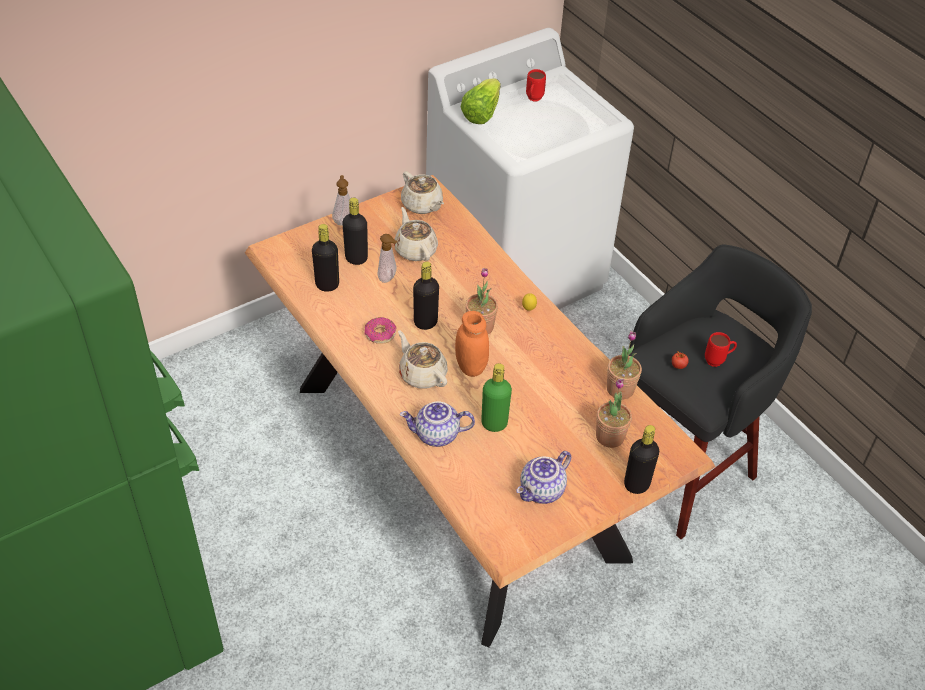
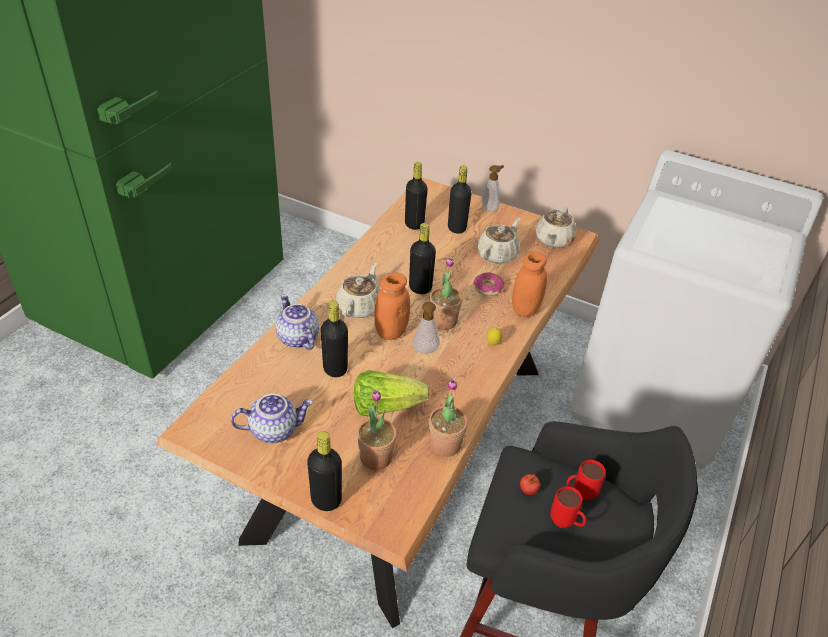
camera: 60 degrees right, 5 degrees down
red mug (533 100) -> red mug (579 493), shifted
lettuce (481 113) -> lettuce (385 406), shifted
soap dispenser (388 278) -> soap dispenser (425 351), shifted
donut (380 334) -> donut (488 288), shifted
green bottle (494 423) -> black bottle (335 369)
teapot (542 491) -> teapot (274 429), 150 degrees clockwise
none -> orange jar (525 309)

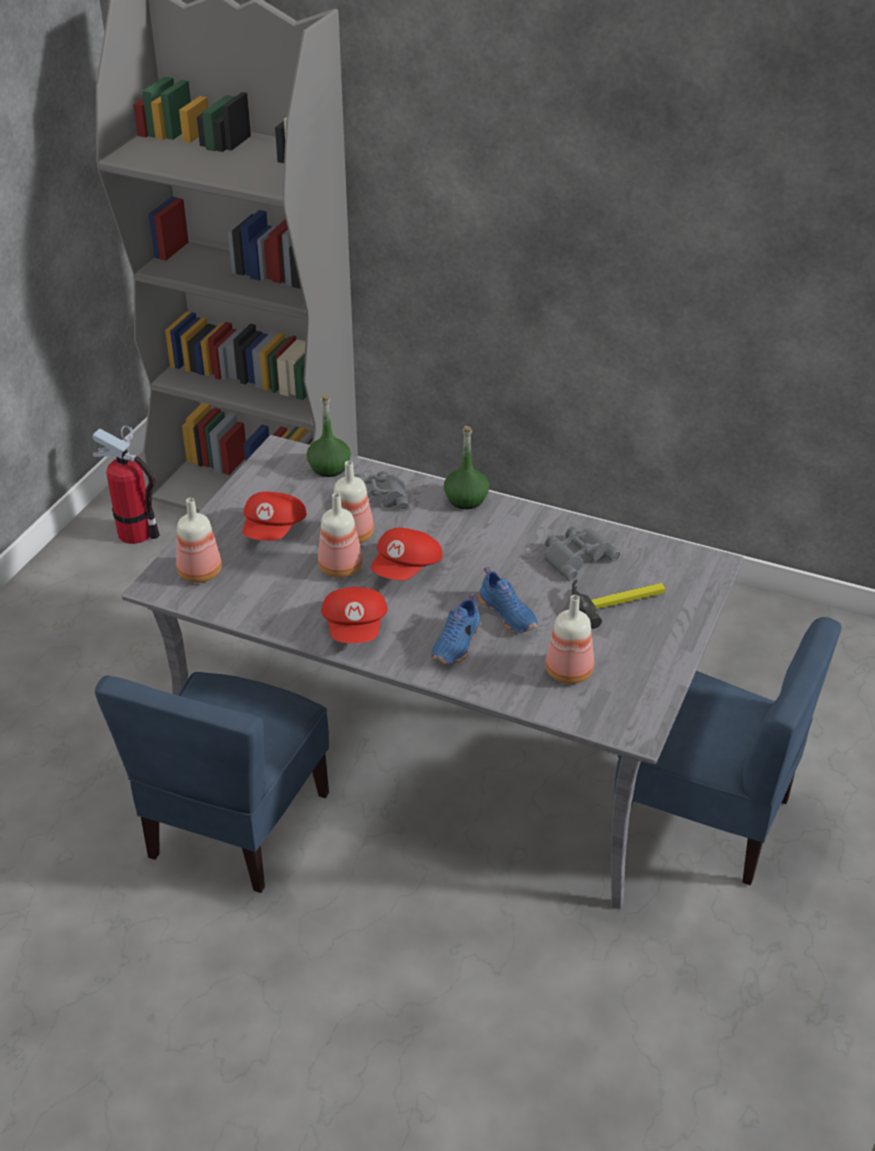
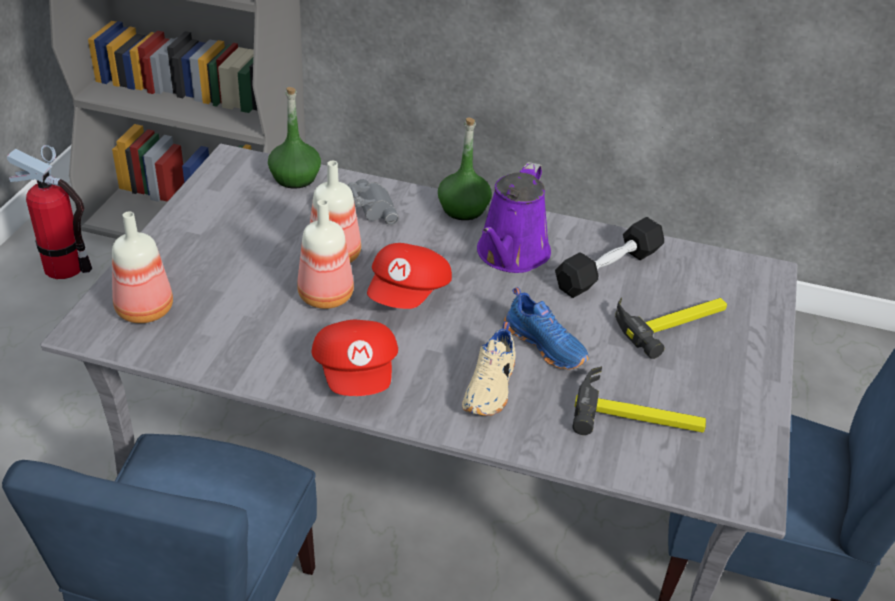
camera: 10 degrees left, 0 degrees up
red cap (275 530) -> none
grey binoculars (576 555) -> black dumbbell (608 269)
blue shoe (457 644) -> beige shoe (491 388)
bottle (568 670) -> hammer (638 415)
none -> purple watering can (511 255)

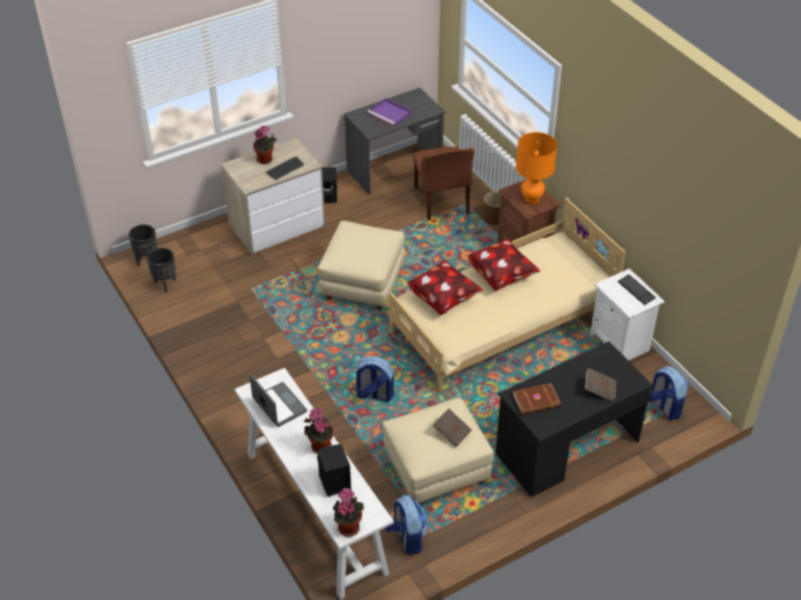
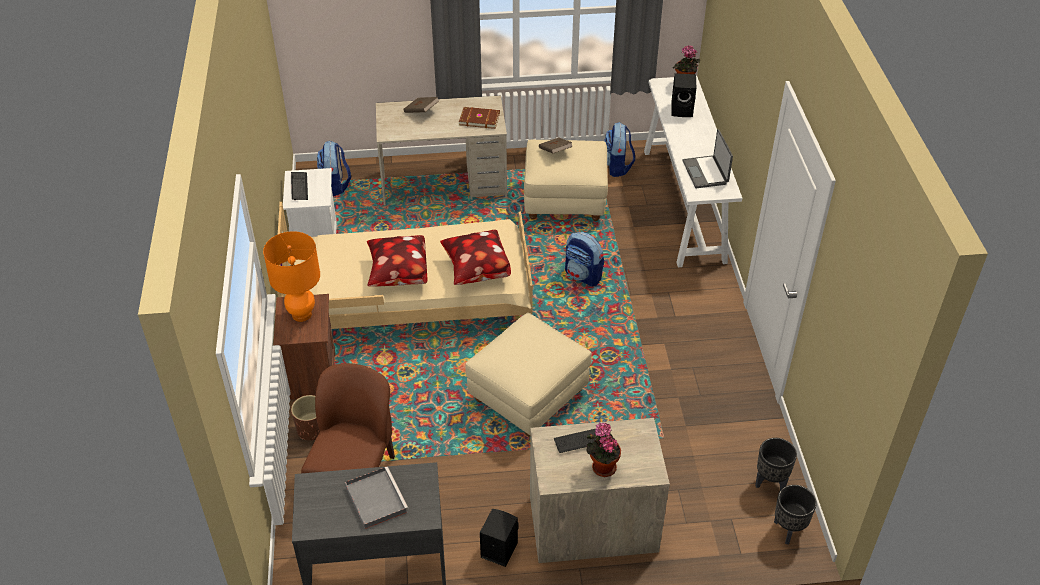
camera: 155 degrees left, 0 degrees up
purple tray (390 114) -> grey tray (375 498)
black desk (567 448) -> beige desk (444 183)
potted plant (319 446) -> none

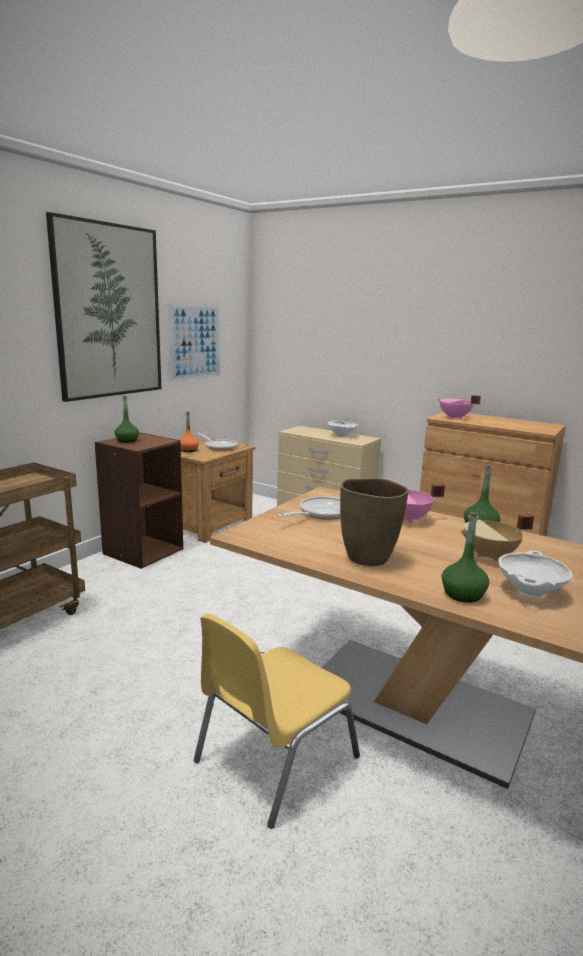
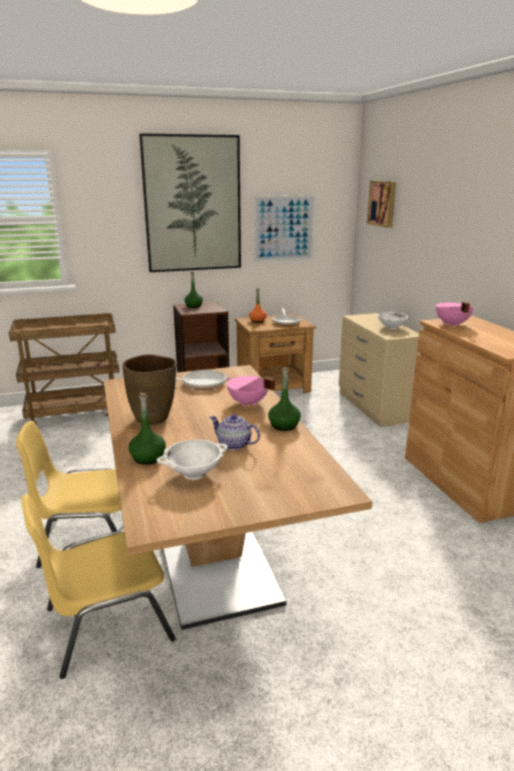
camera: 40 degrees right, 5 degrees up
beige cooking pot (490 556) -> teapot (234 445)
none -> picture (383 203)
none -> yellow chair (106 623)

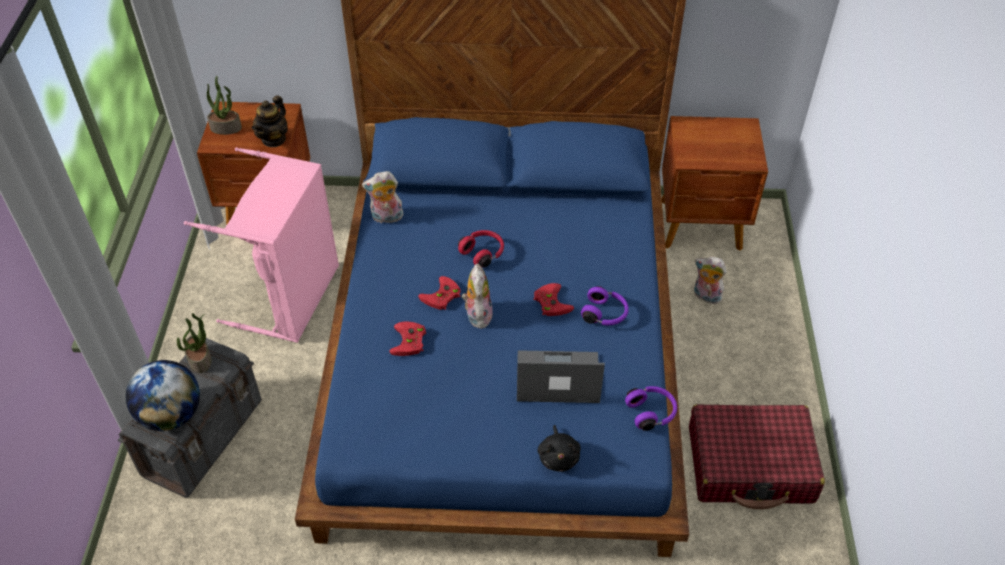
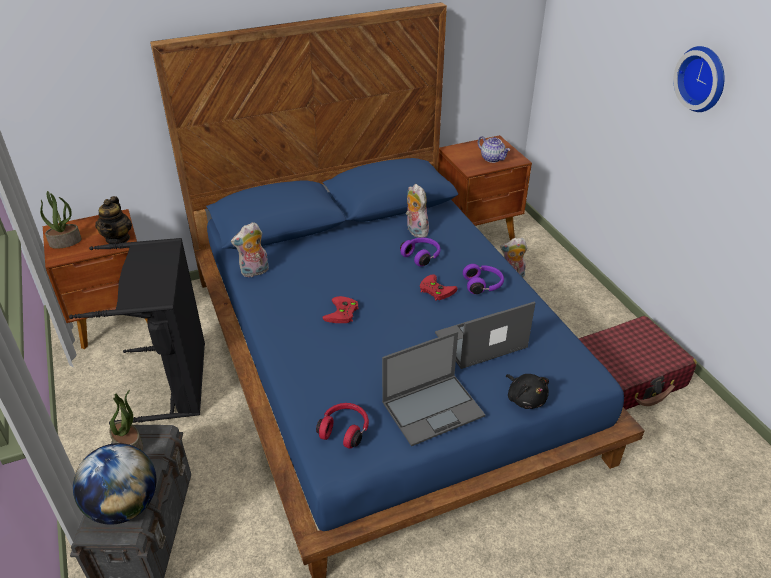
camera: 25 degrees left, 10 degrees down
pink laundry basket (292 297) -> black laundry basket (174 381)
red headphones (483 253) -> red headphones (345 430), shifted
plush toy (477 314) -> plush toy (415 231), shifted
red game controller (409 342) -> none
purple headphones (651 412) -> purple headphones (421 256), shifted
none -> wall clock (703 78)
none -> teapot (492 158)
none -> laptop (434 408)

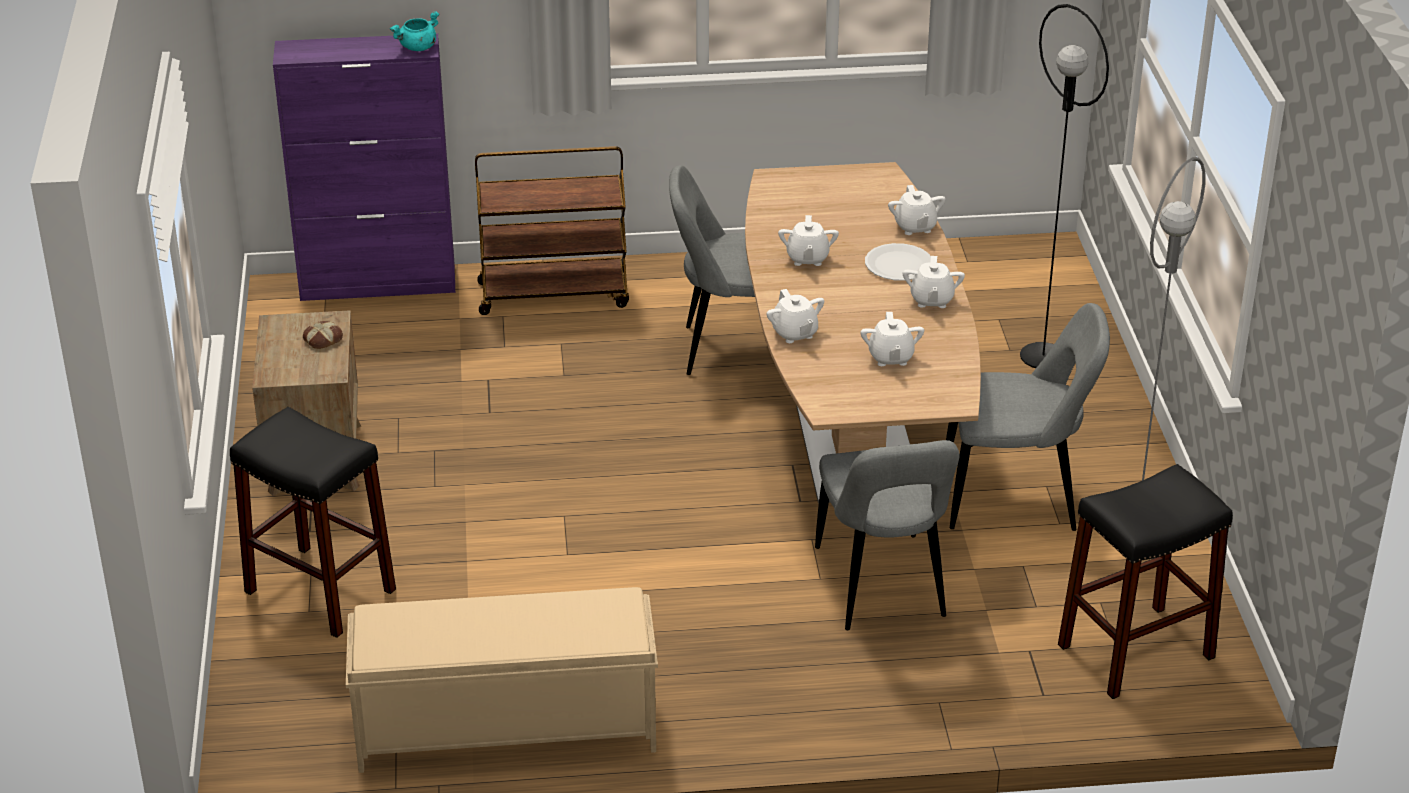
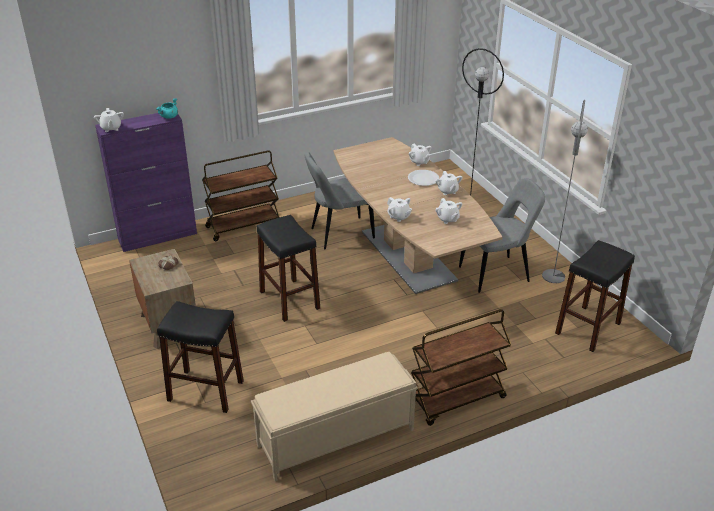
camera: 20 degrees left, 0 degrees up
white teapot (807 258) -> white teapot (111 128), shifted
grey chair (882 587) -> none
none -> black stool (289 299)
none -> brown cart (457 400)

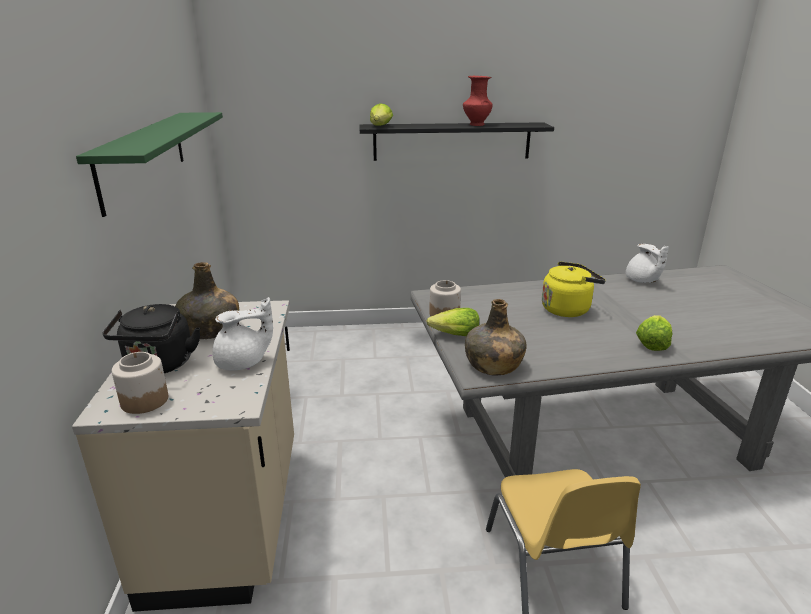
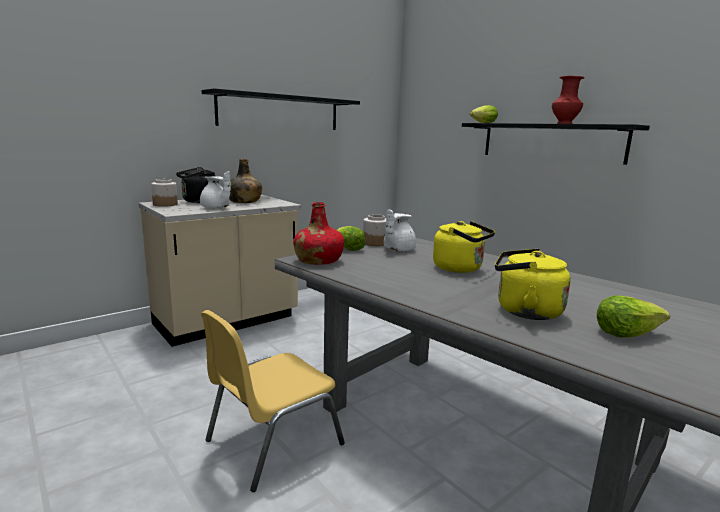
camera: 55 degrees right, 10 degrees down
green shelf (144 157) -> black shelf (280 112)
white teapot (642 281) -> white teapot (397 250), shifted
green bottle (493 365) -> red bottle (318 260)
lettuce (652 343) -> lettuce (626 333), shifted
none -> yellow kettle (524 311)

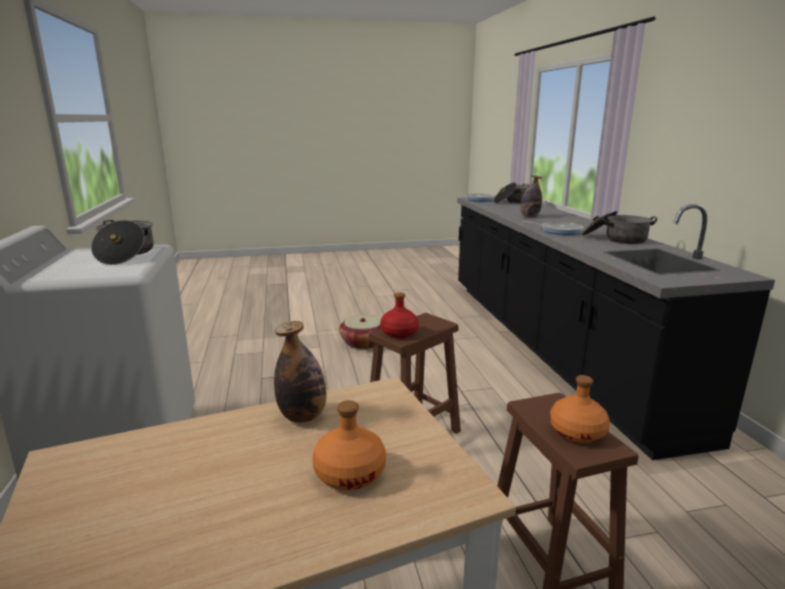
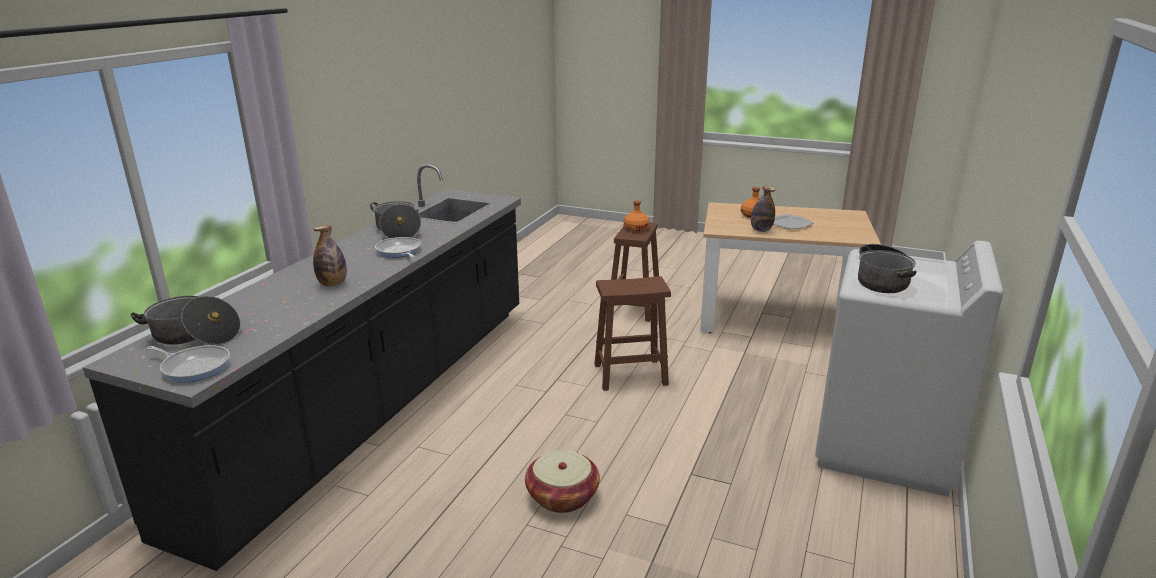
camera: 145 degrees left, 5 degrees up
red bottle (399 332) -> none
none -> plate (790 224)

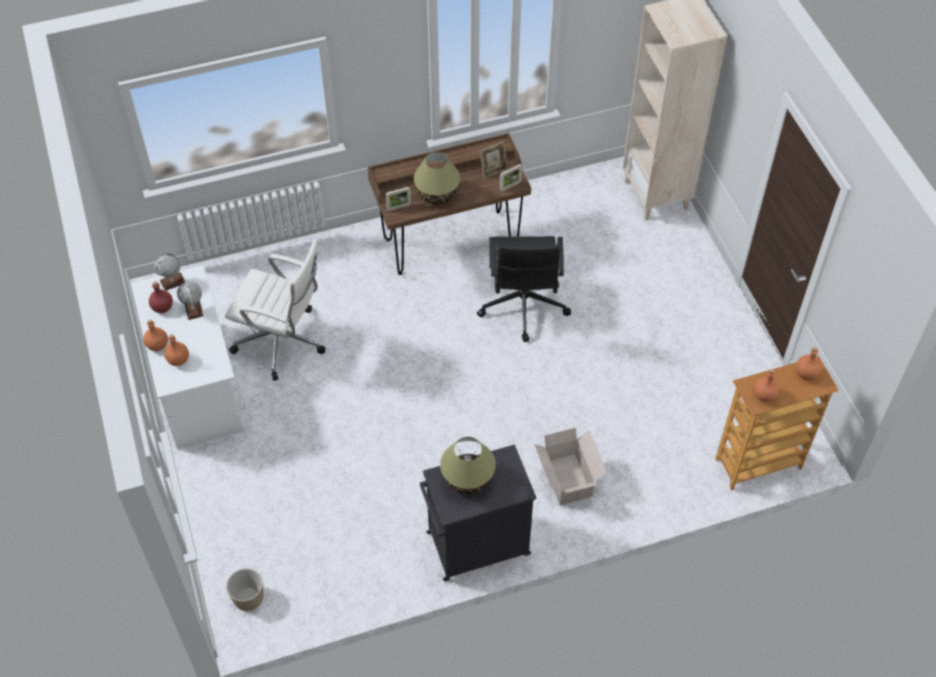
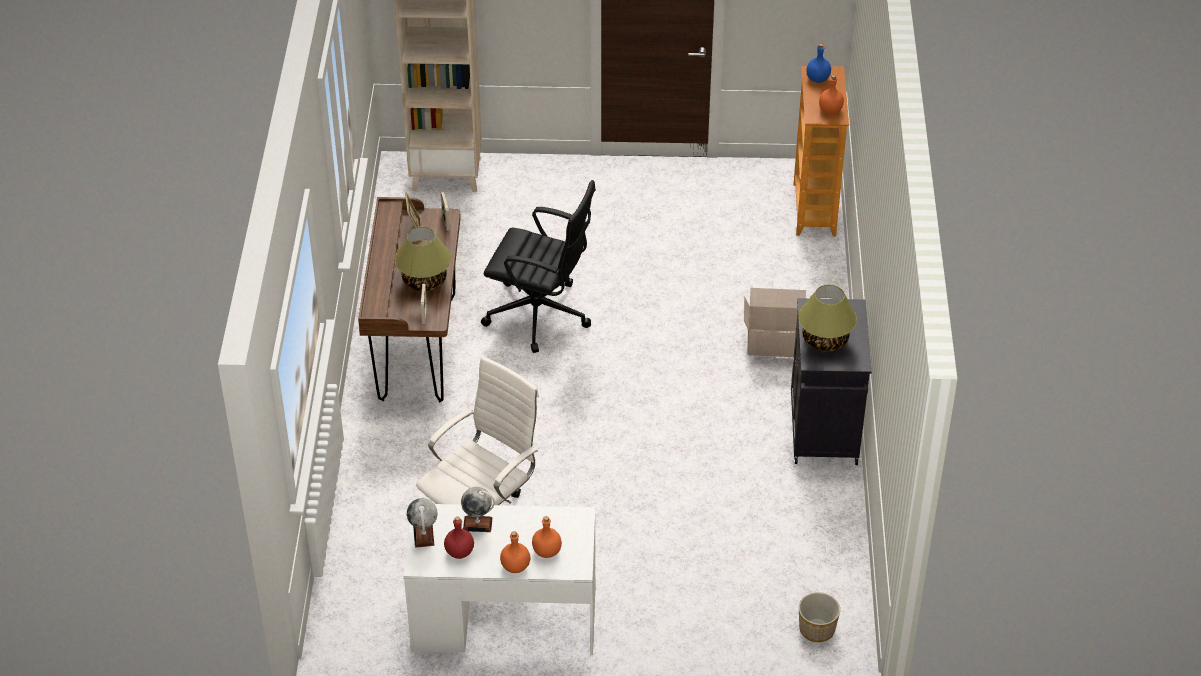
camera: 70 degrees left, 10 degrees down
orange bottle (806 373) -> blue bottle (817 78)

